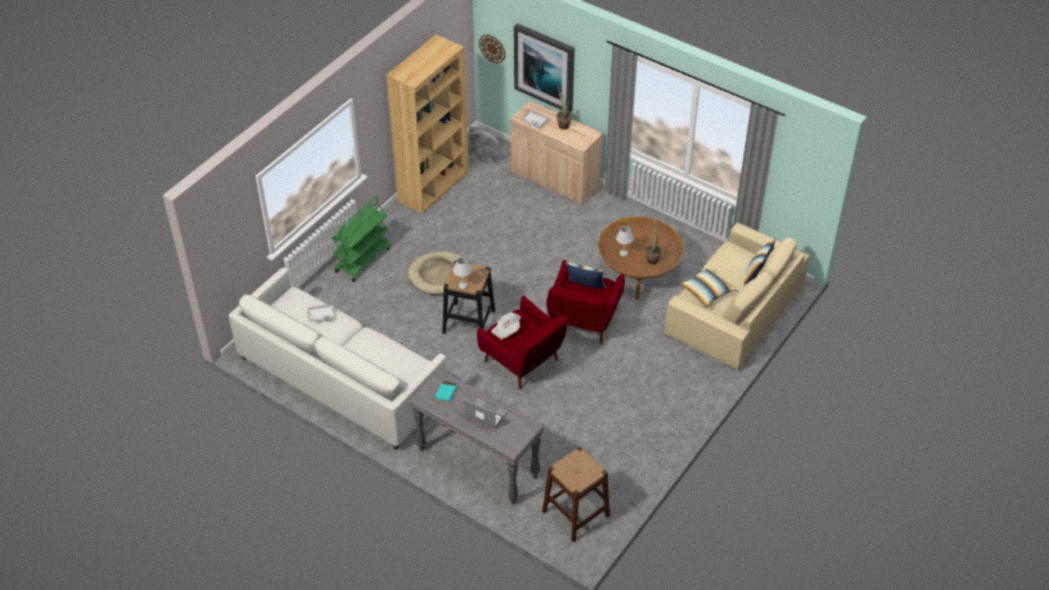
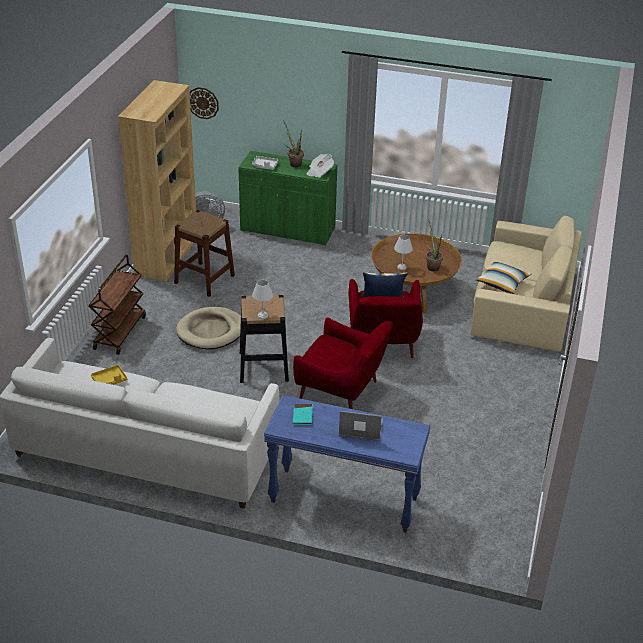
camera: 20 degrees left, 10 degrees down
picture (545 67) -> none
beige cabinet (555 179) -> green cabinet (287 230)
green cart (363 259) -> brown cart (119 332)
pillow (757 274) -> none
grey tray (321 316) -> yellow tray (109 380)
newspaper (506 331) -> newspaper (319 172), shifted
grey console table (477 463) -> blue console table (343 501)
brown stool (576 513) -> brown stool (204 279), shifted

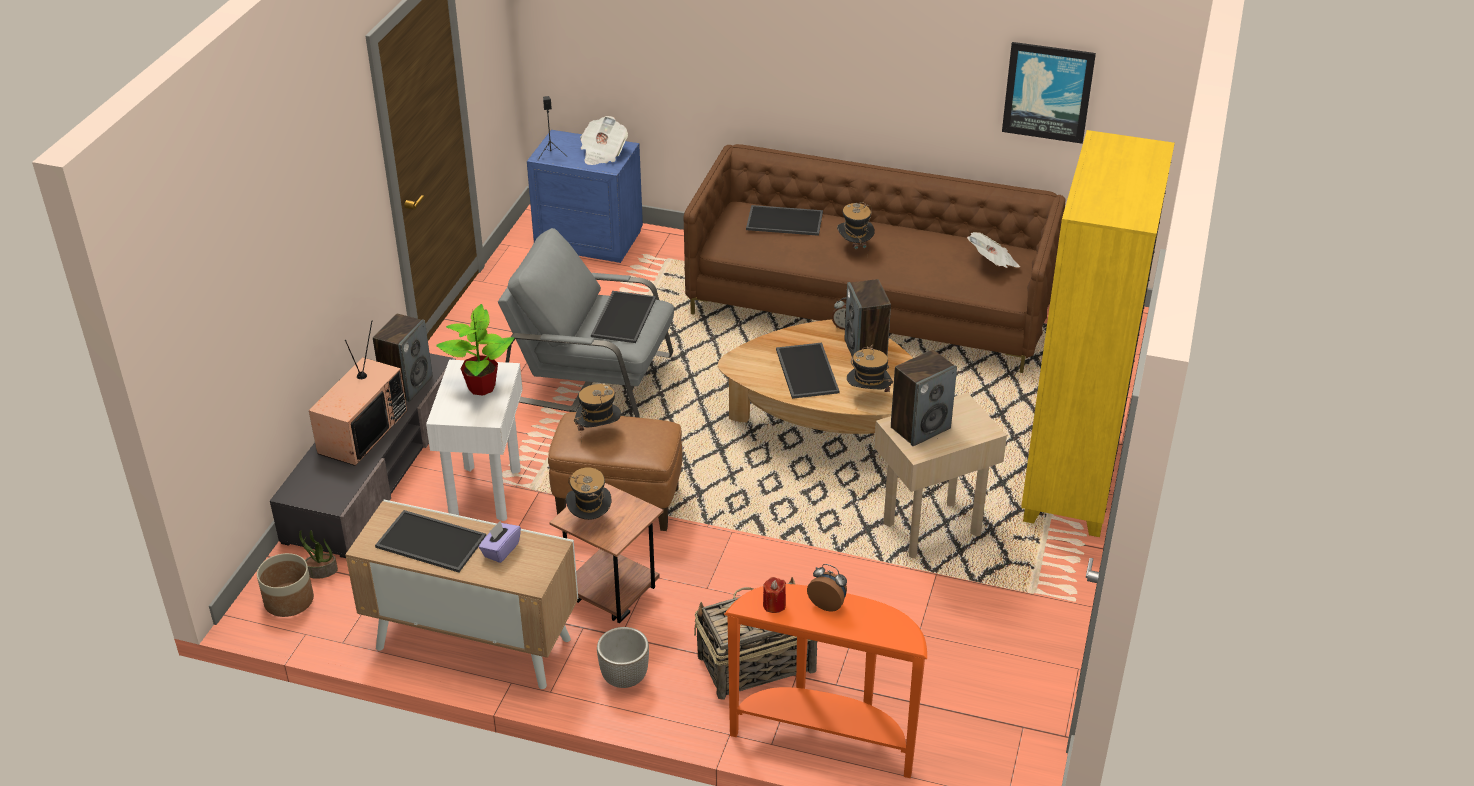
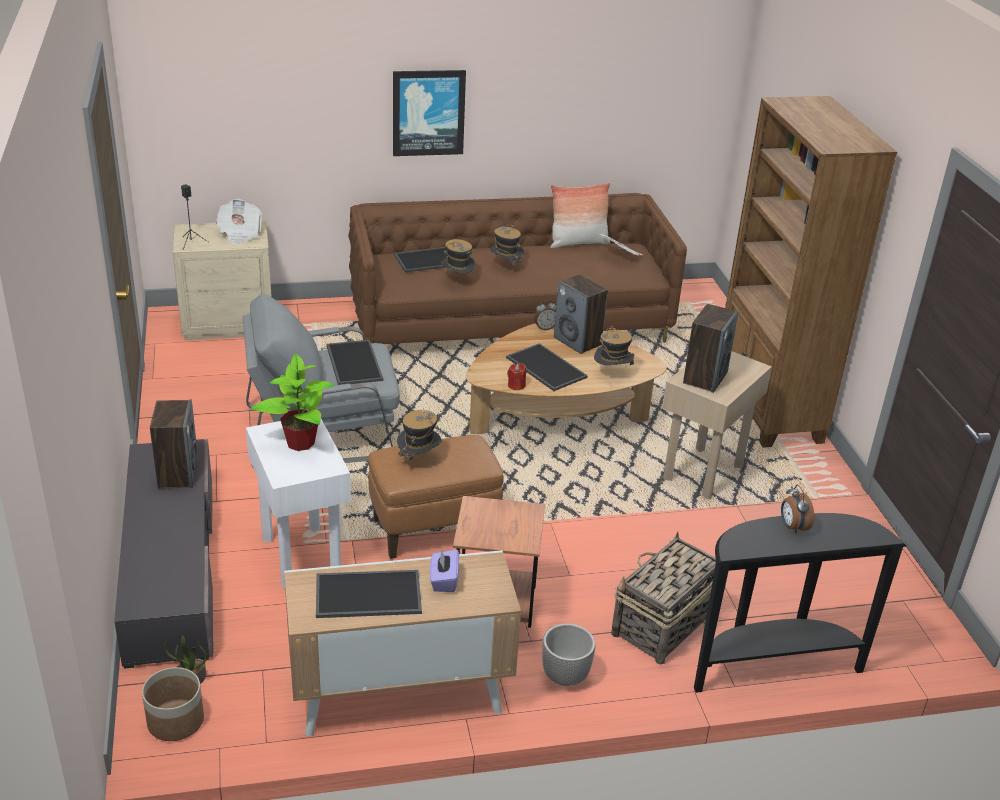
camera: 30 degrees left, 5 degrees down
picture (1048 91) -> picture (428 112), shifted
blue nightstand (589 239) -> beige nightstand (228 323)
yellow bookcase (1070 480) -> brown bookcase (767 409)
television (362 431) -> none
hat (590 520) -> hat (457 281), shifted
alarm clock (828 603) -> alarm clock (792 527), 105 degrees counterclockwise
red candle (774 605) -> red candle (516 385), shifted
orange console table (824 738) -> black console table (771 665)
none -> pillow (578 243)

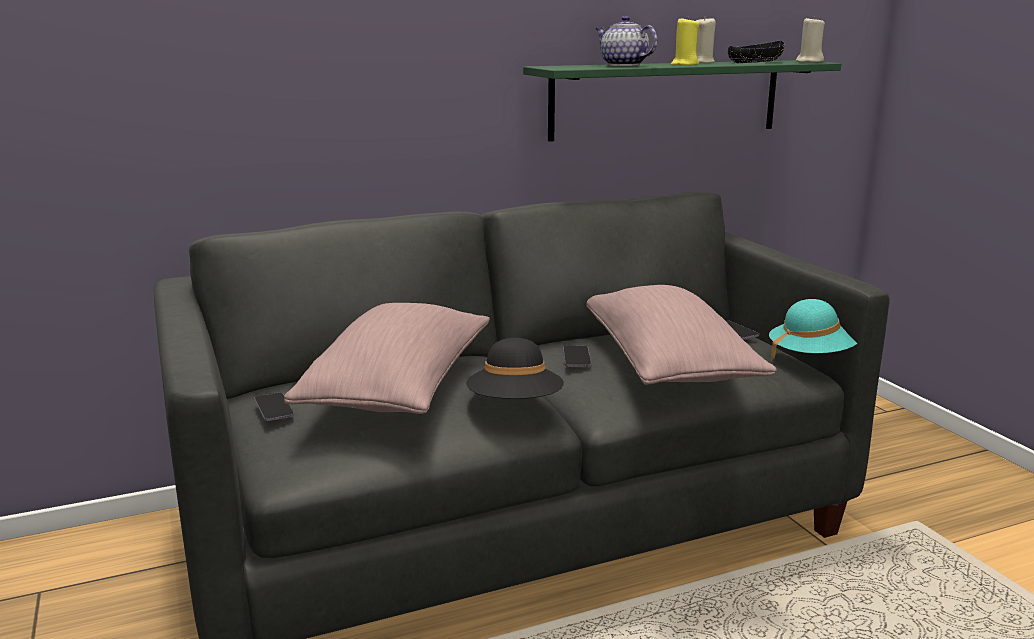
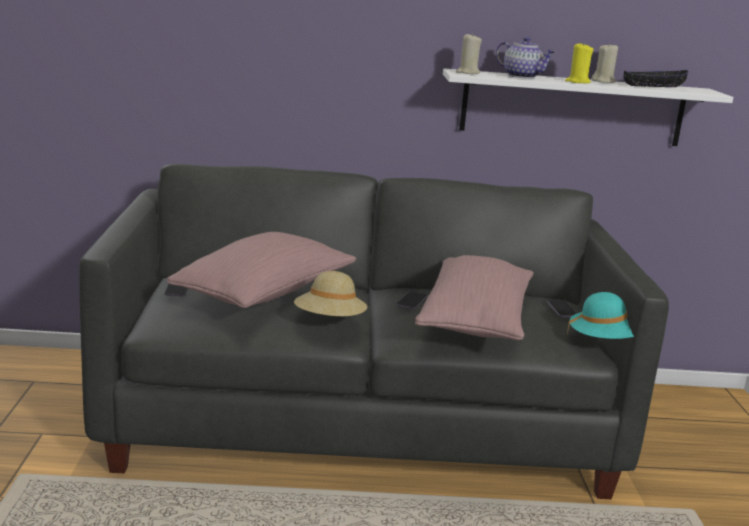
camera: 20 degrees right, 0 degrees up
teapot (622 65) -> teapot (522 76), 150 degrees clockwise
beige candle (809 61) -> beige candle (467 73), shifted
green shelf (666 99) -> white shelf (572 108)
black hat (515 405) -> beige hat (330 321)

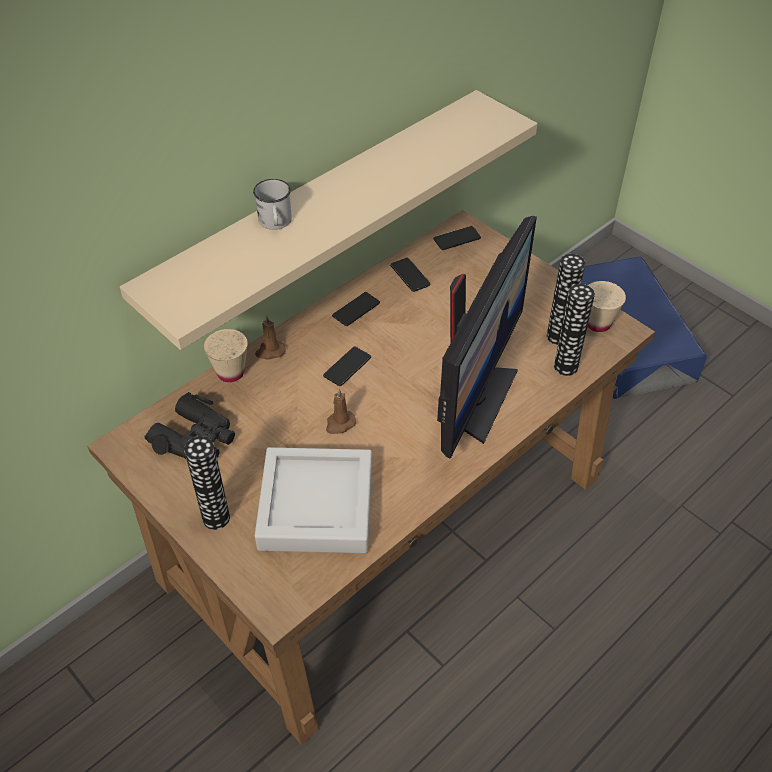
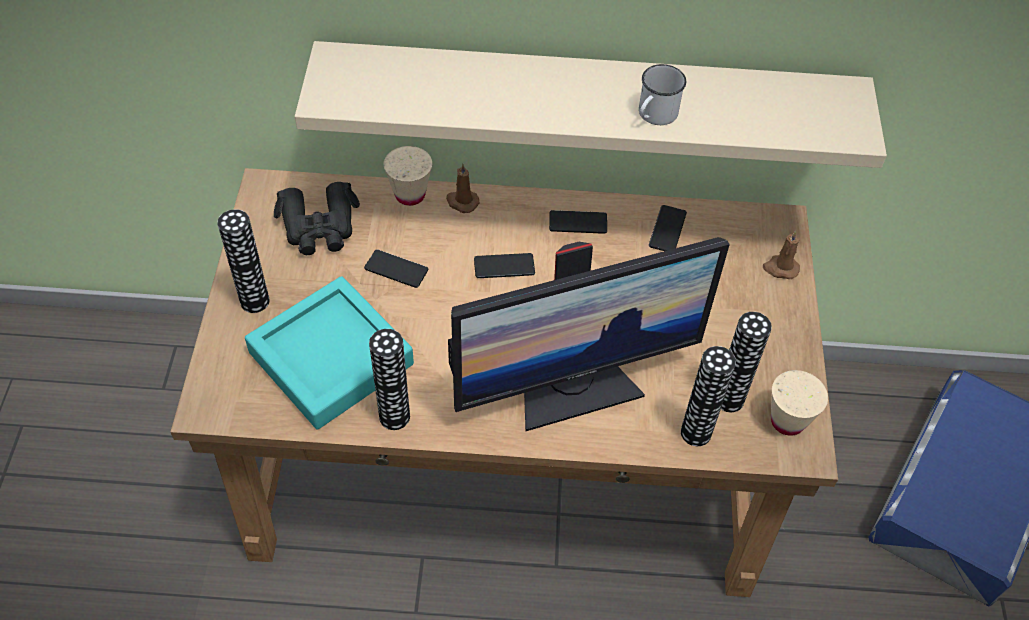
camera: 45 degrees right, 5 degrees up
white mug (275 223) -> white mug (654 115), shifted
phone (457 238) -> phone (396 269), shifted
brown candle (340 424) -> brown candle (780 268), shifted
grey tray (316 506) -> turquoise tray (331 358)
none -> vase (394 416)

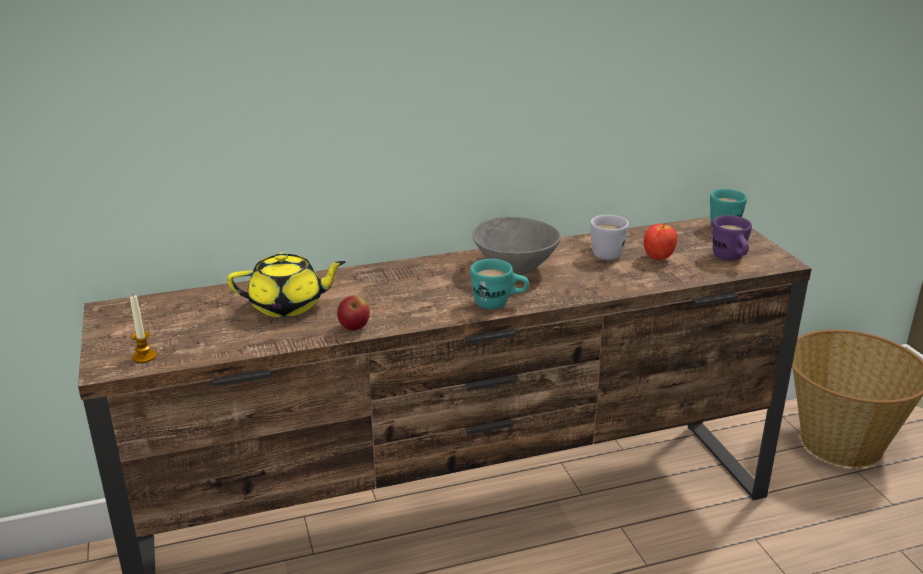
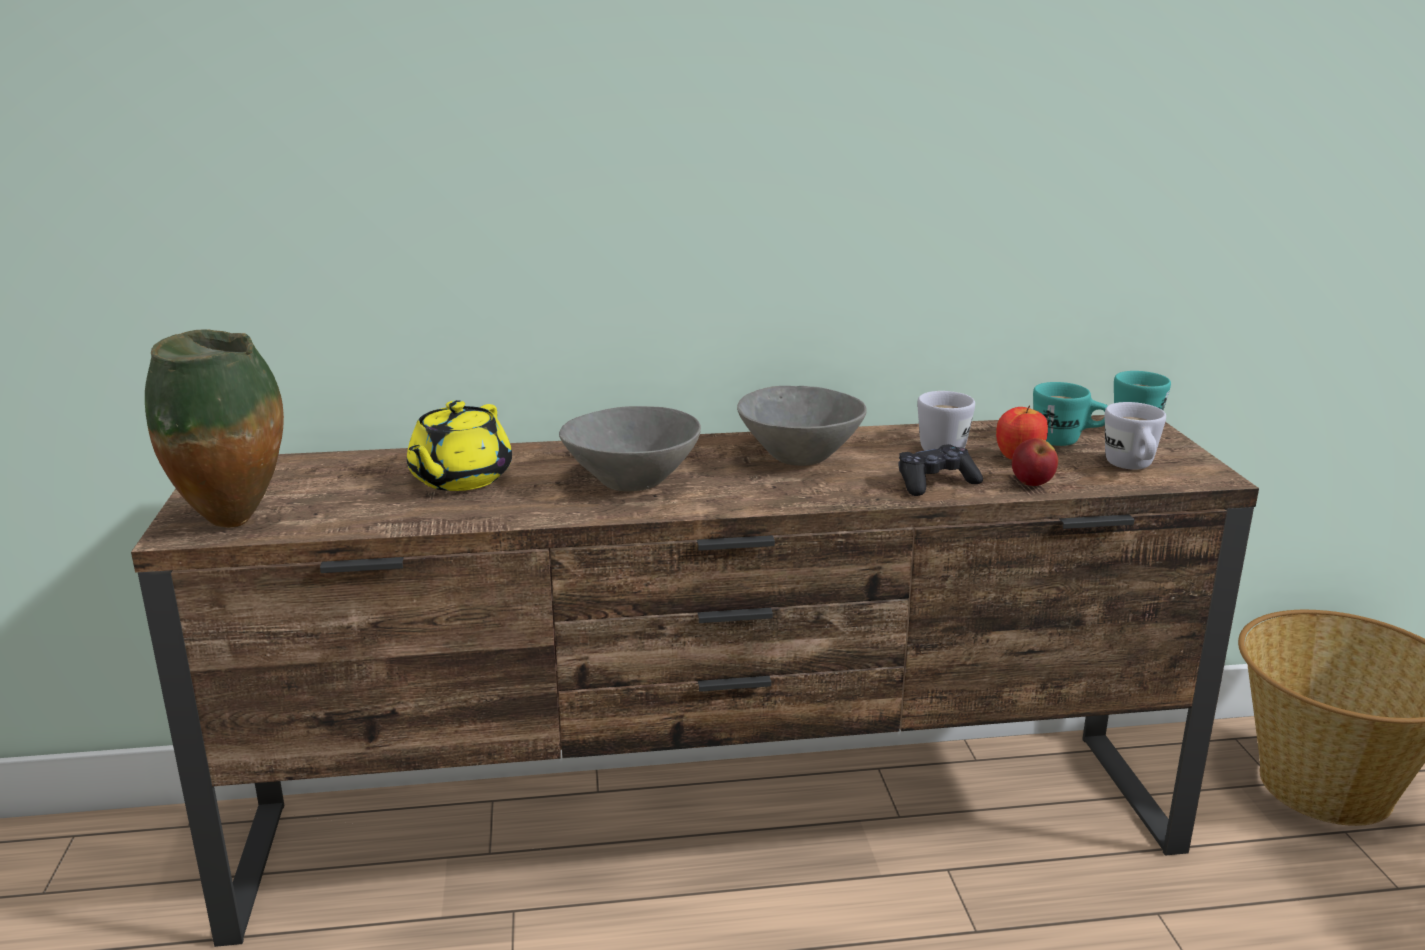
camera: 10 degrees right, 5 degrees down
purple mug (730 259) -> white mug (1132 467)
yellow teapot (288 305) -> yellow teapot (459 479), 105 degrees clockwise
turquoise mug (499 304) -> turquoise mug (1067 441), shifted
candle (144 356) -> vase (236 524)
apple (354 328) -> apple (1032 484), shifted
none -> grey bowl (630 481)
none -> black game controller (935 483)

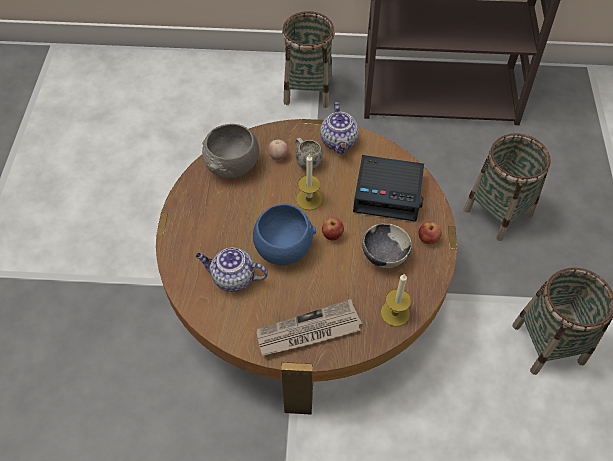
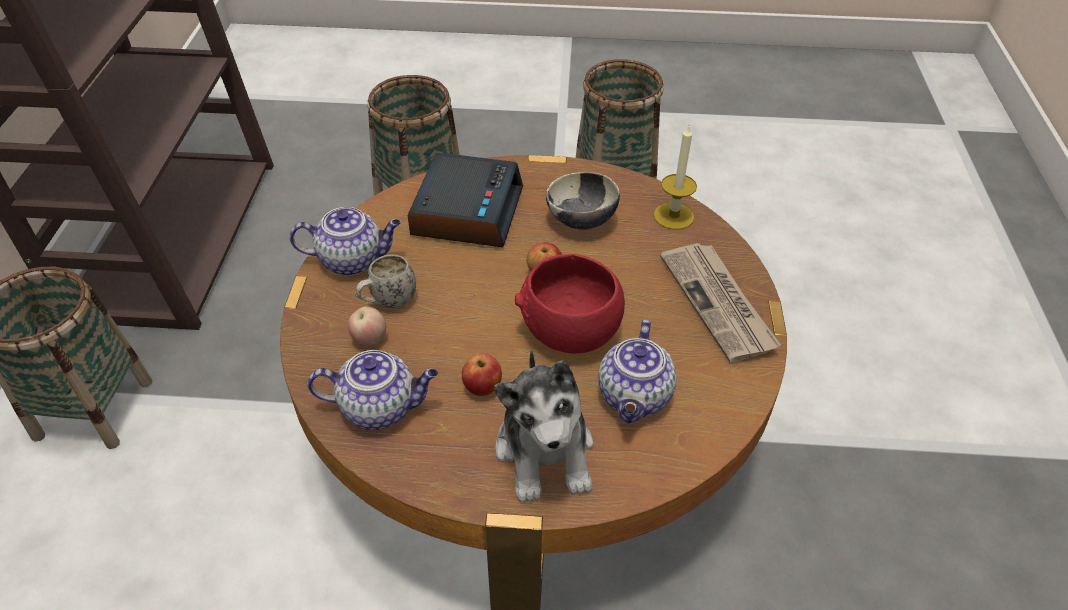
camera: 90 degrees left, 10 degrees down
grey bowl (232 165) -> teapot (380 407)
candle (309 199) -> none
blue bowl (283 247) -> red bowl (569 331)
apple (428 239) -> apple (482 387), shifted
none -> plush toy (545 450)

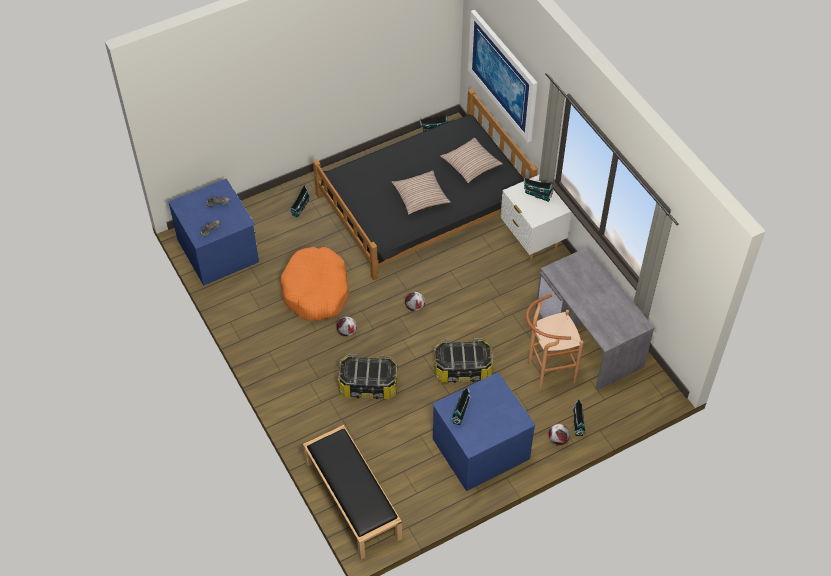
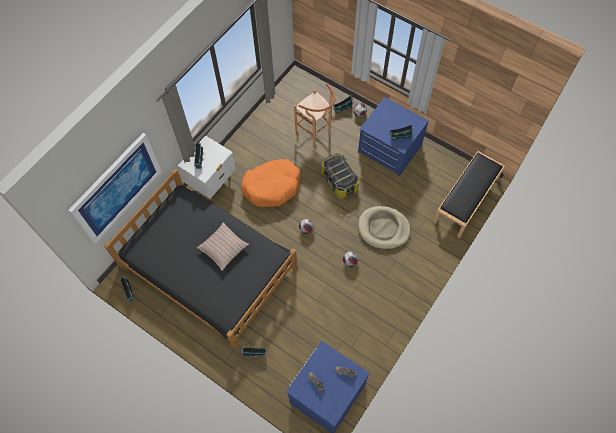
camera: 115 degrees left, 10 degrees up
pillow (471 164) -> none
grey desk (589 338) -> none
orange dog bed (316 291) -> orange dog bed (272 186), shifted
storage box (368 385) -> beige dog bed (383 229)

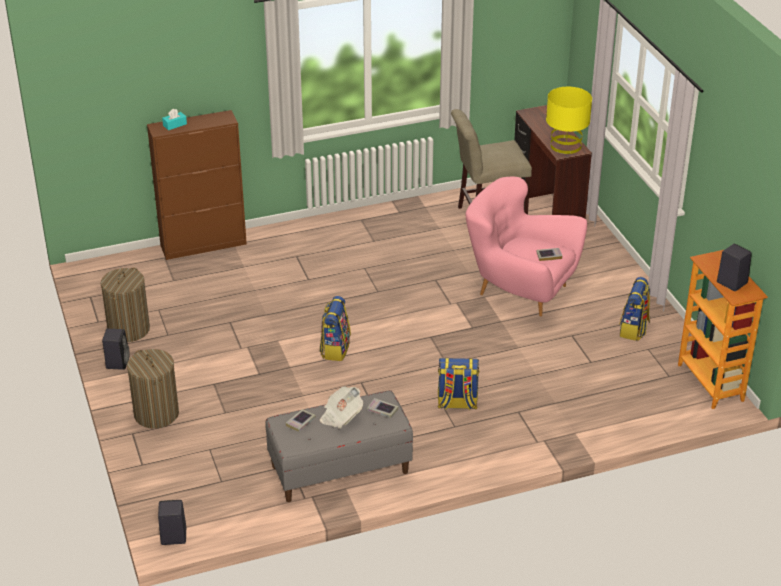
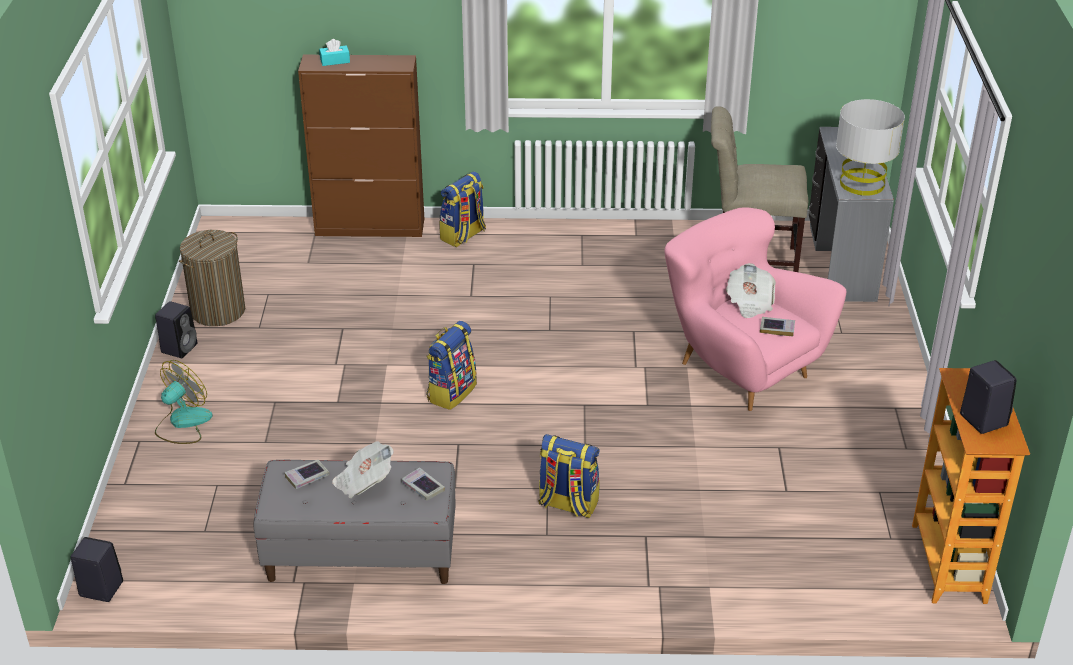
camera: 20 degrees right, 0 degrees up
yellow table lamp (566 145) -> grey table lamp (862 184)
brown desk (546 203) -> grey desk (839 262)
backpack (633 329) -> backpack (463 236), shifted
laundry basket (156 414) -> fan (183 423)
none -> newspaper (749 303)

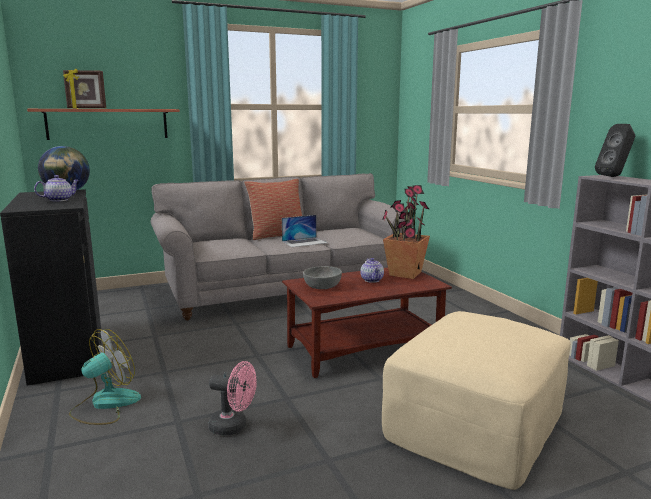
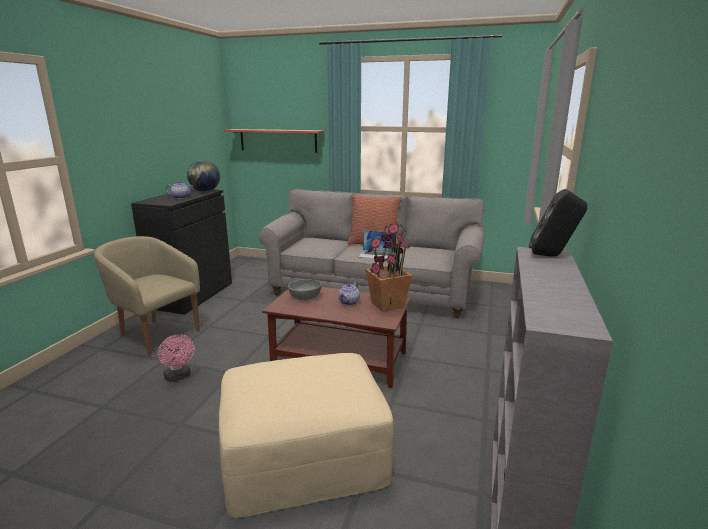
camera: 40 degrees right, 5 degrees up
picture frame (86 108) -> none
fan (105 404) -> beige armchair (155 334)

